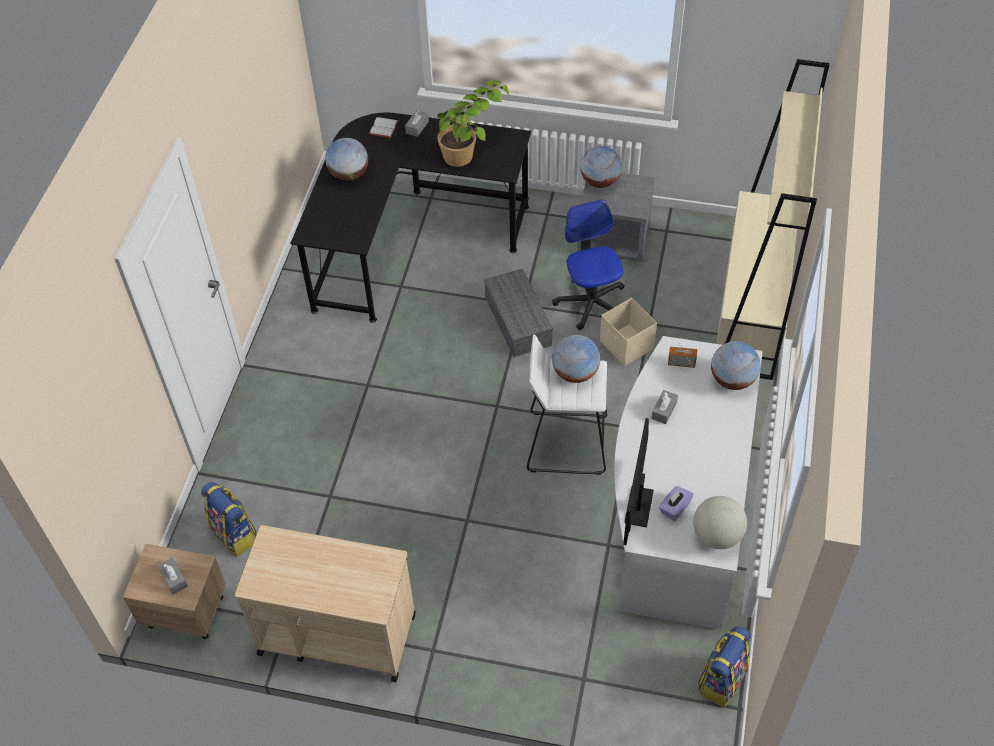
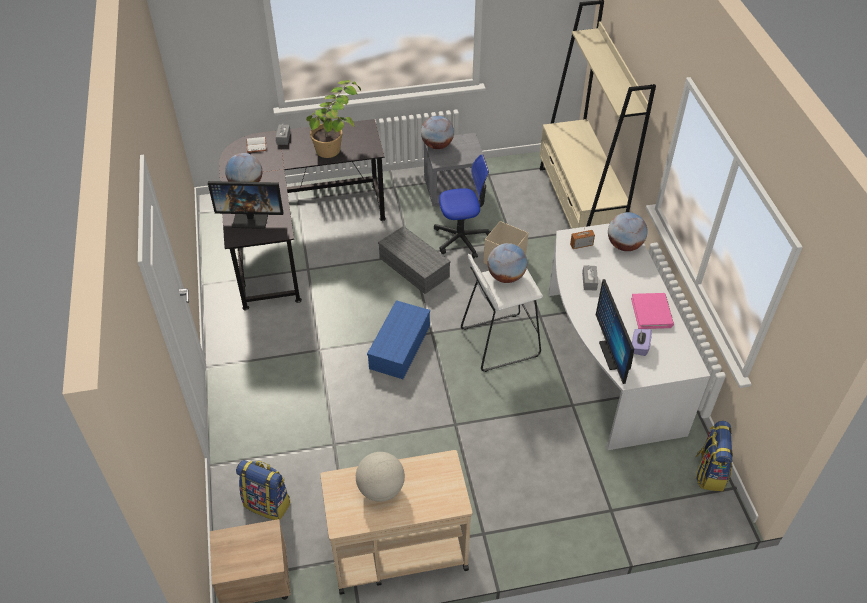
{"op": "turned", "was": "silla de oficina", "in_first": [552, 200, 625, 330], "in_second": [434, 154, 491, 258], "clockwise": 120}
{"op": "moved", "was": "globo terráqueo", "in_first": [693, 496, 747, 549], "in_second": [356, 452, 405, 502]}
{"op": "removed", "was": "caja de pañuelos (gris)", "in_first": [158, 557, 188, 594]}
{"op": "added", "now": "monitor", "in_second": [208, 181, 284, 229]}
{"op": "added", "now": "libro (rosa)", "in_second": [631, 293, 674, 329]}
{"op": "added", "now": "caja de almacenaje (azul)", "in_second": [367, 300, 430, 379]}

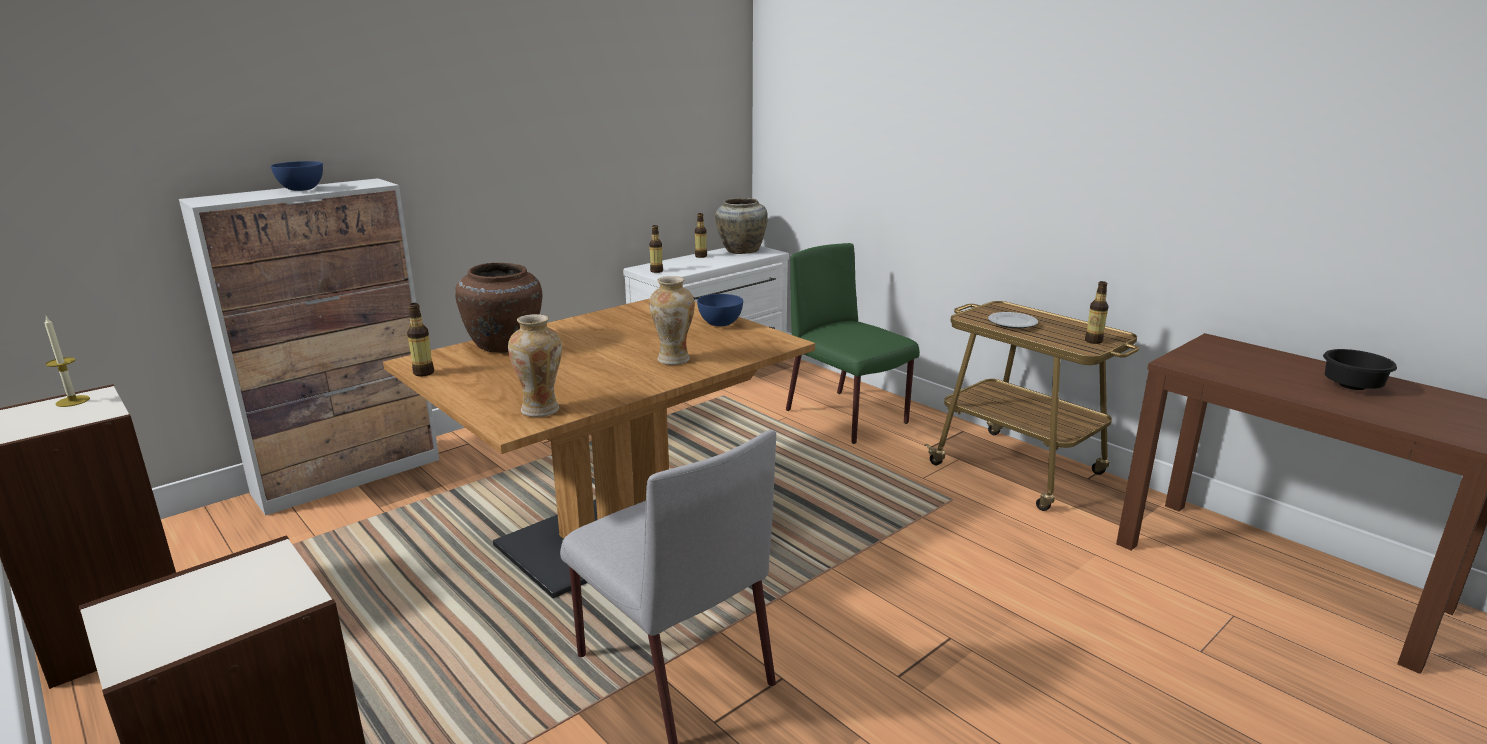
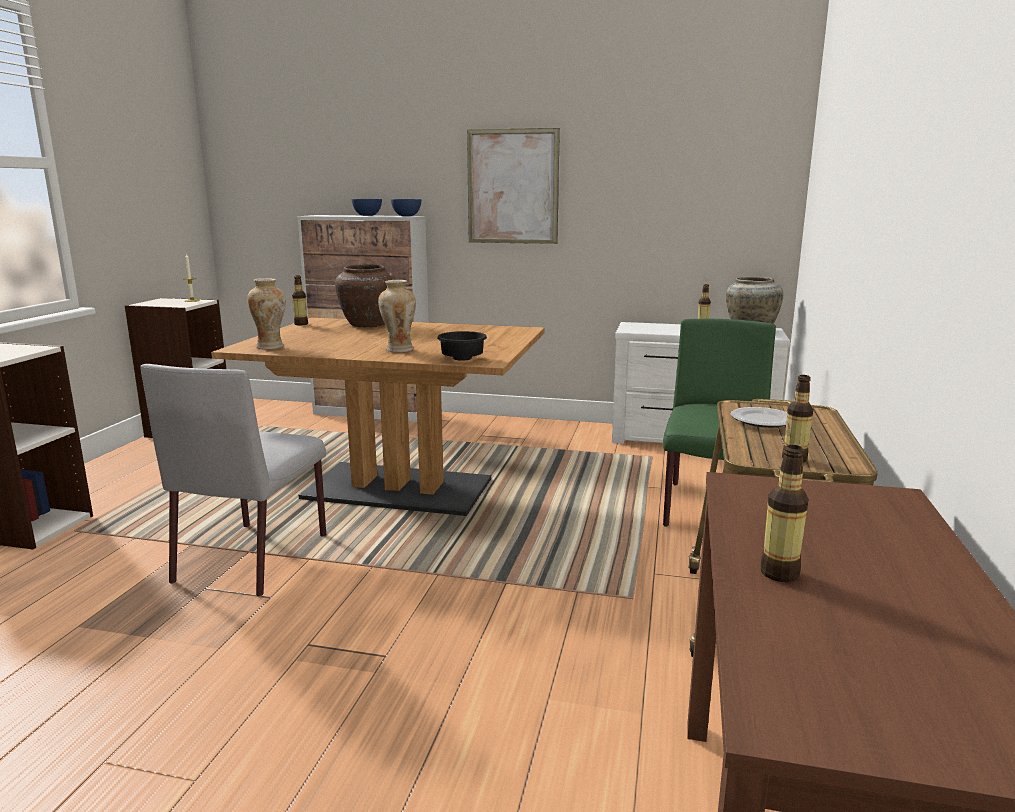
{"op": "moved", "was": "botella", "in_first": [649, 225, 663, 273], "in_second": [760, 445, 809, 582]}
{"op": "moved", "was": "cuenco (azul)", "in_first": [697, 294, 743, 326], "in_second": [391, 199, 421, 216]}
{"op": "moved", "was": "cuenco (negro)", "in_first": [1323, 349, 1397, 390], "in_second": [437, 331, 487, 361]}
{"op": "added", "now": "cuadro", "in_second": [467, 128, 560, 244]}

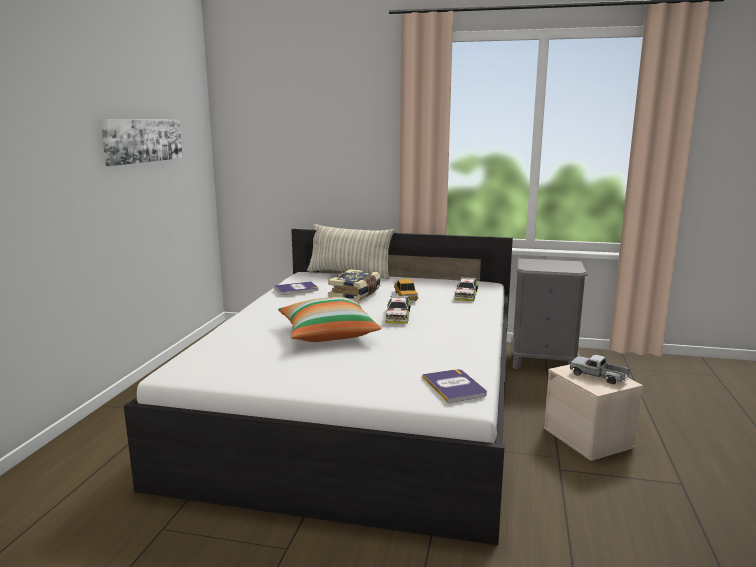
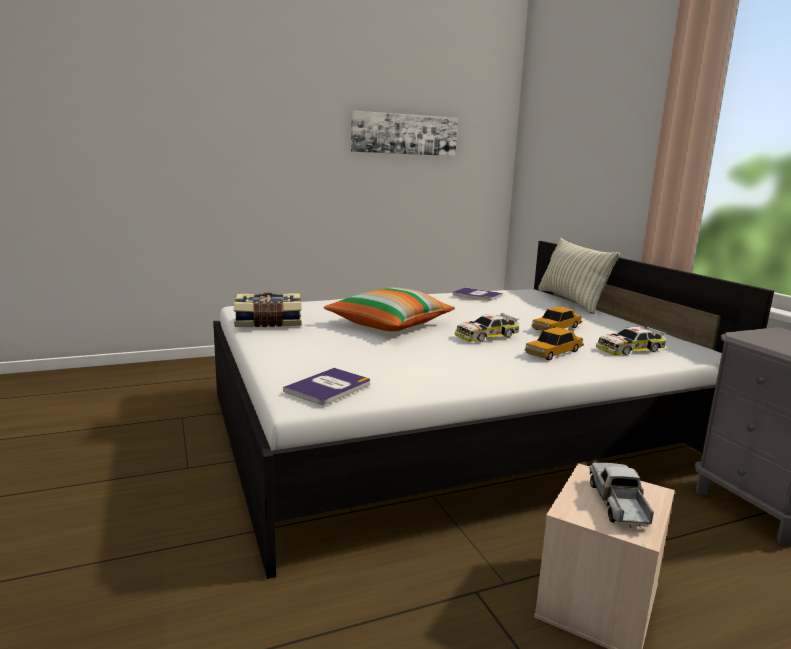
{"op": "moved", "was": "libro", "in_first": [328, 269, 381, 301], "in_second": [234, 292, 302, 327]}
{"op": "added", "now": "coche de juguete", "in_second": [524, 327, 584, 360]}

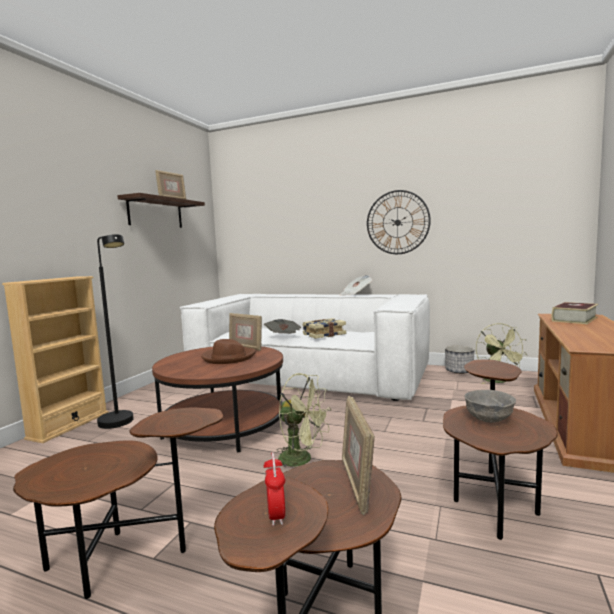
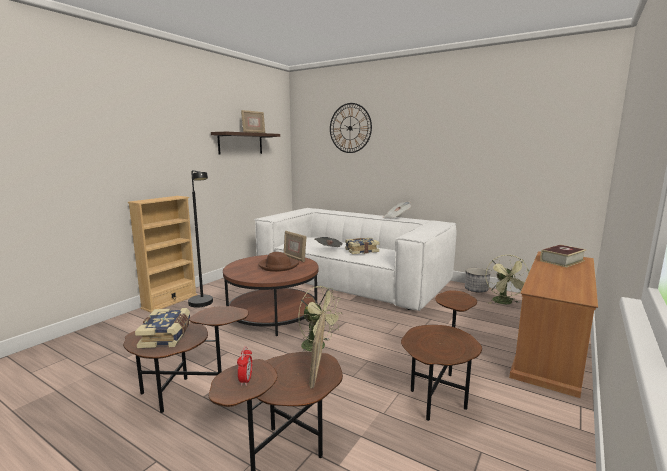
{"op": "moved", "was": "reloj de pared", "in_first": [367, 190, 431, 254], "in_second": [330, 103, 372, 153]}
{"op": "removed", "was": "cuenco (gris)", "in_first": [464, 390, 516, 423]}
{"op": "added", "now": "libro", "in_second": [135, 308, 190, 349]}

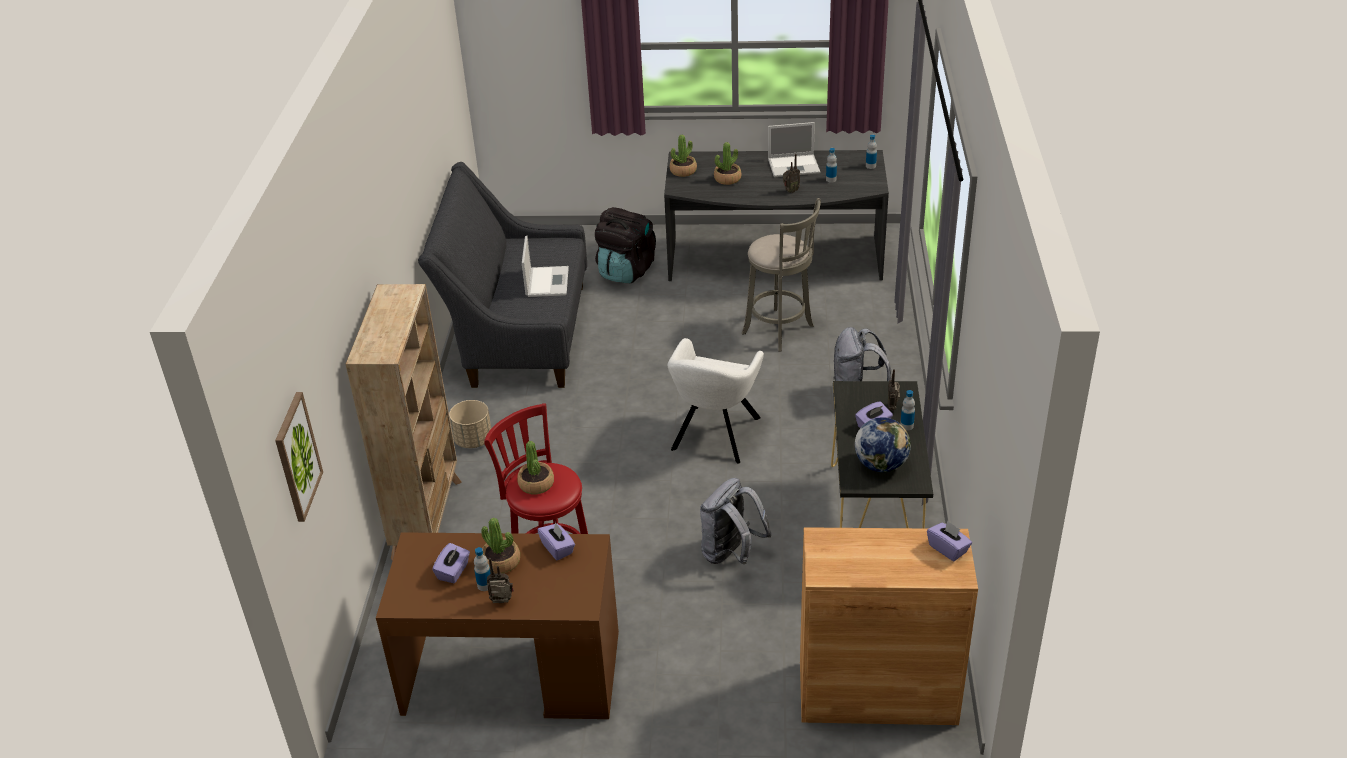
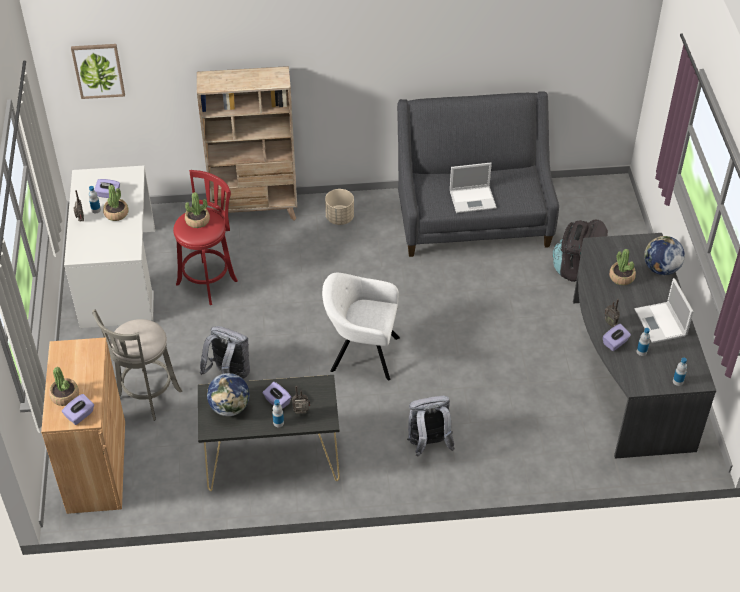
{"op": "moved", "was": "planta en maceta", "in_first": [670, 135, 697, 177], "in_second": [49, 367, 79, 406]}
{"op": "moved", "was": "taburete (gris)", "in_first": [742, 198, 821, 352], "in_second": [92, 309, 182, 421]}
{"op": "moved", "was": "caja de pañuelos (morado)", "in_first": [538, 522, 575, 561], "in_second": [603, 324, 631, 351]}
{"op": "recoloured", "was": "escritorio (marrón)", "now": "escritorio (blanco)", "in_first": [376, 532, 619, 719], "in_second": [64, 166, 155, 328]}
{"op": "added", "now": "globo terráqueo", "in_second": [644, 236, 685, 275]}

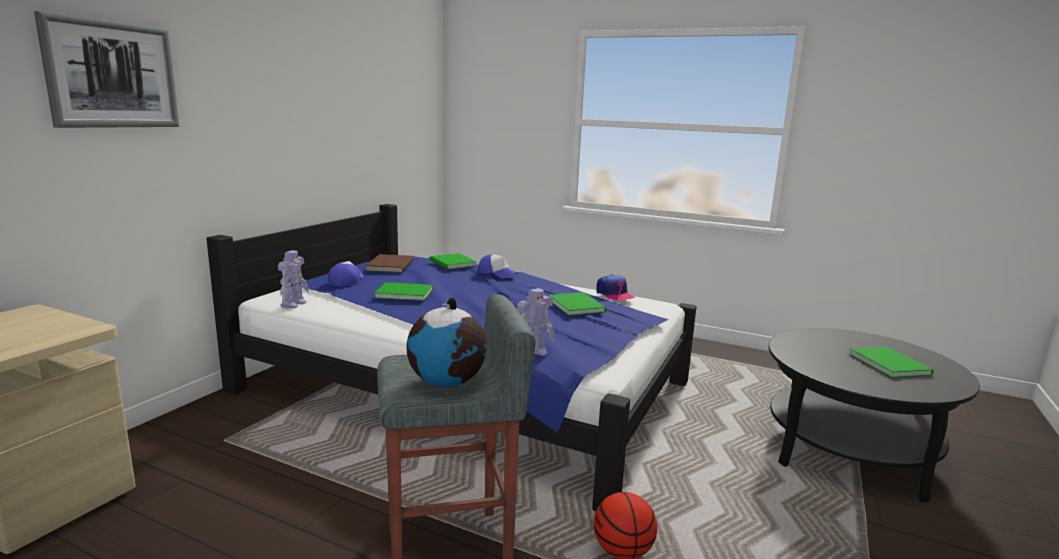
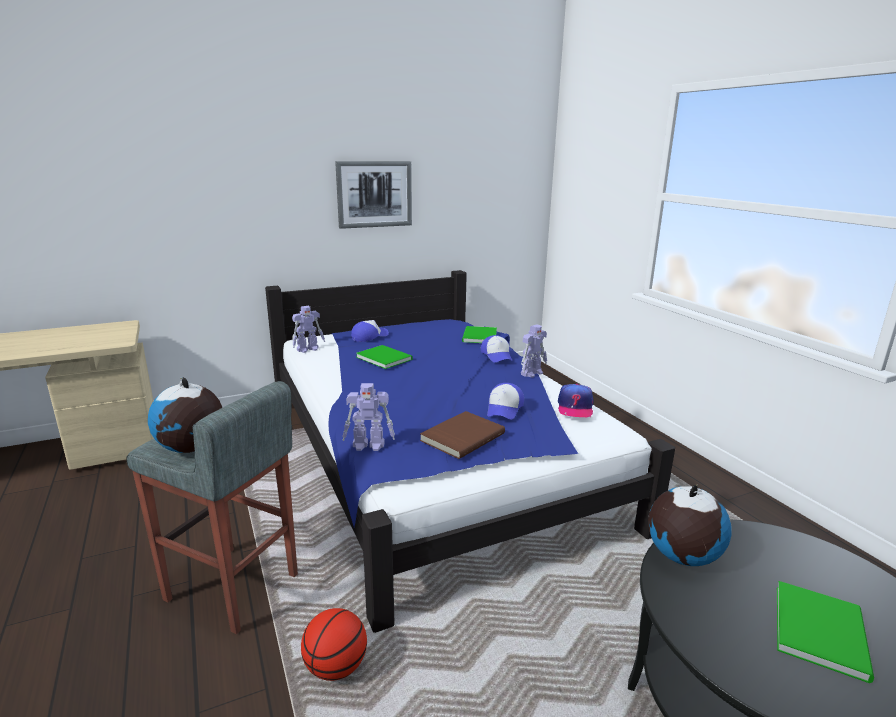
{"op": "moved", "was": "cuadro", "in_first": [34, 11, 180, 128], "in_second": [335, 161, 412, 229]}
{"op": "moved", "was": "libro (marrón)", "in_first": [366, 254, 414, 273], "in_second": [420, 411, 505, 459]}
{"op": "replaced", "was": "libro (verde)", "now": "gorra", "in_first": [549, 292, 607, 316], "in_second": [487, 383, 524, 419]}
{"op": "added", "now": "robot de juguete", "in_second": [521, 324, 547, 378]}
{"op": "added", "now": "globo terráqueo", "in_second": [648, 485, 732, 566]}

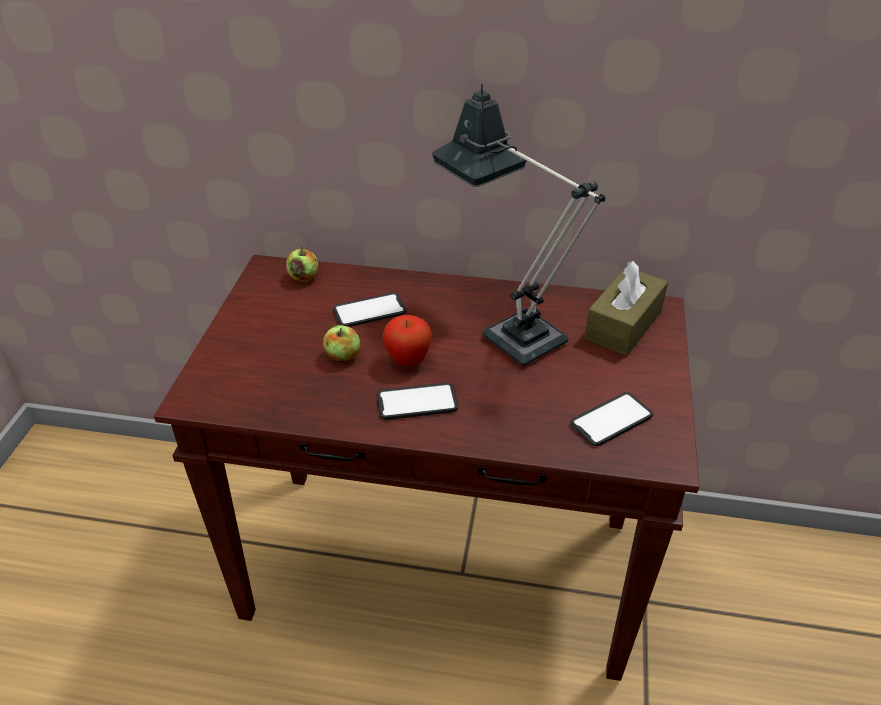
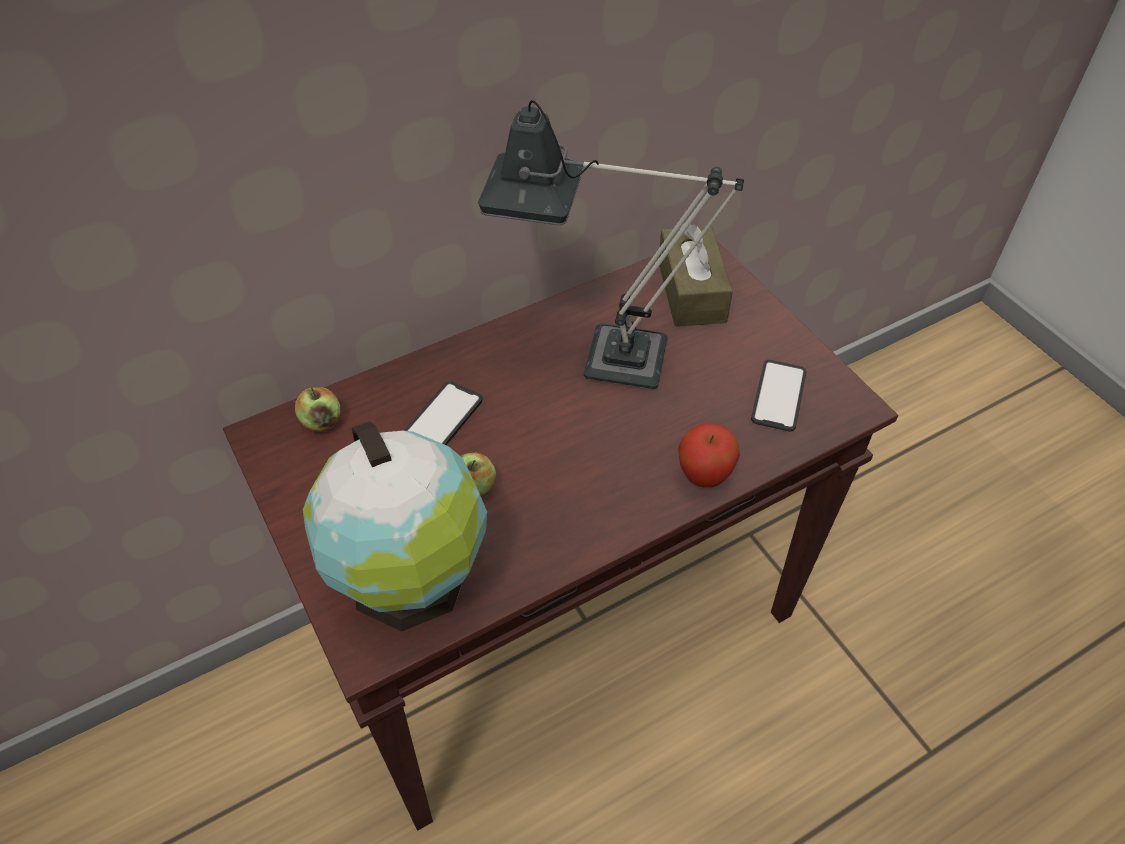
{"op": "moved", "was": "manzana", "in_first": [383, 315, 432, 367], "in_second": [678, 423, 740, 488]}
{"op": "removed", "was": "móvil", "in_first": [377, 383, 459, 420]}
{"op": "added", "now": "globo terráqueo", "in_second": [303, 421, 487, 632]}

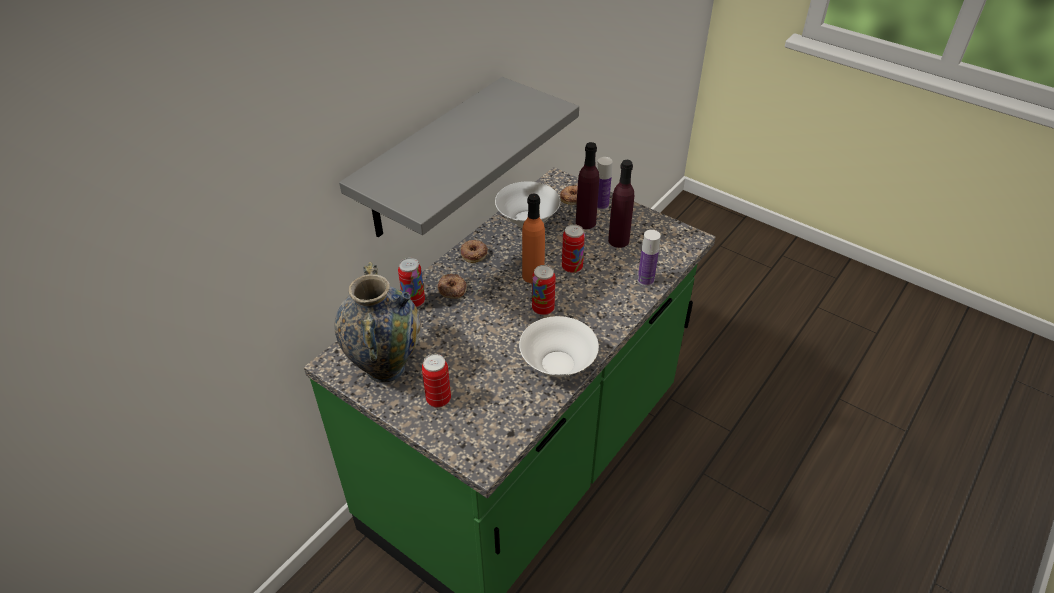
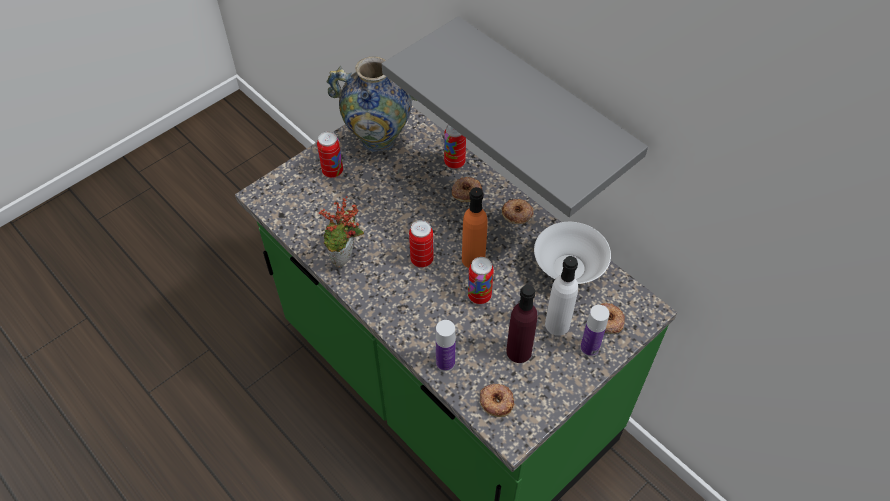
{"op": "recoloured", "was": "botella (morado)", "now": "botella (blanco)", "in_first": [576, 142, 599, 229], "in_second": [545, 256, 578, 336]}
{"op": "replaced", "was": "cuenco (blanco)", "now": "planta en maceta", "in_first": [519, 316, 599, 377], "in_second": [318, 196, 364, 268]}
{"op": "added", "now": "rosquilla", "in_second": [480, 384, 514, 417]}

